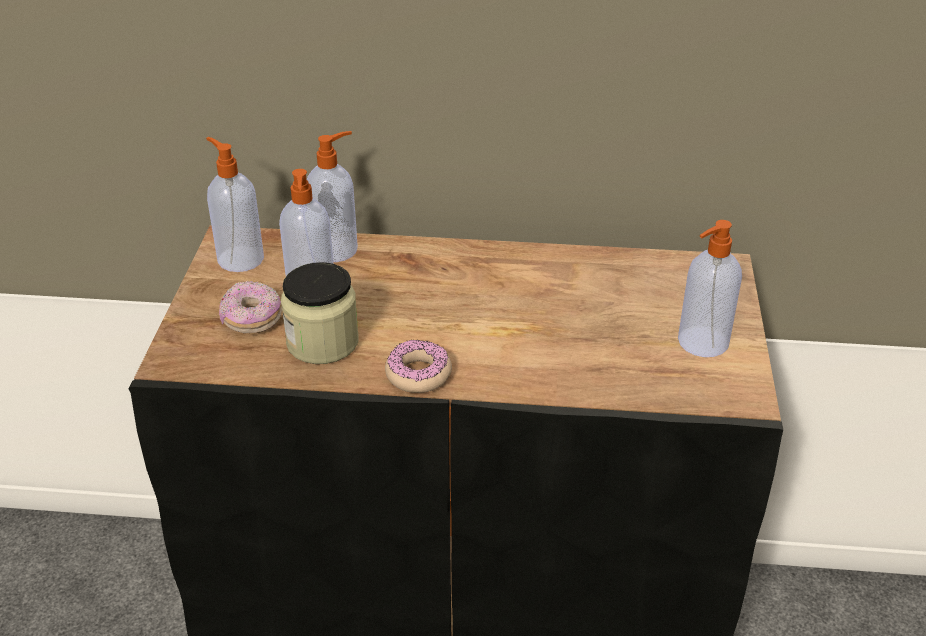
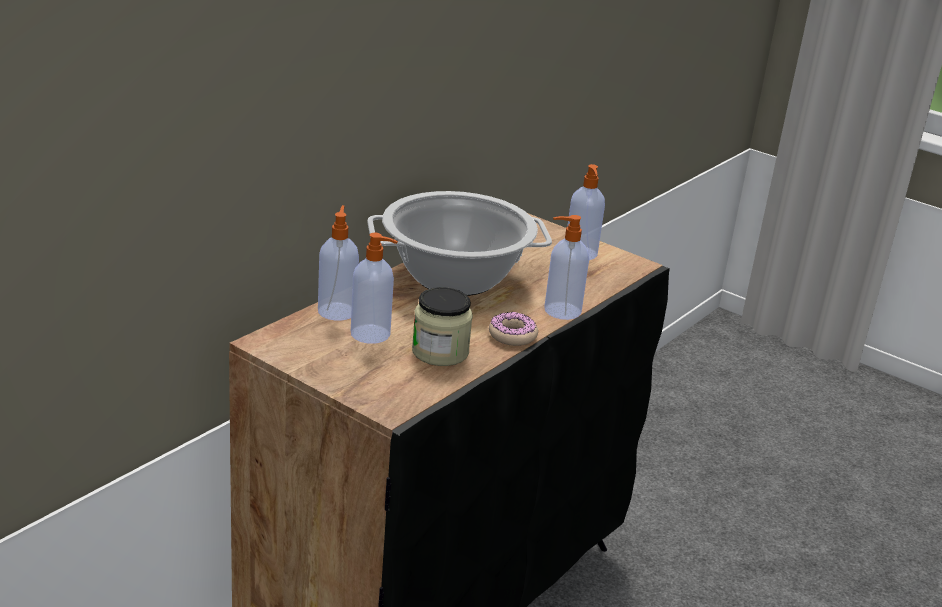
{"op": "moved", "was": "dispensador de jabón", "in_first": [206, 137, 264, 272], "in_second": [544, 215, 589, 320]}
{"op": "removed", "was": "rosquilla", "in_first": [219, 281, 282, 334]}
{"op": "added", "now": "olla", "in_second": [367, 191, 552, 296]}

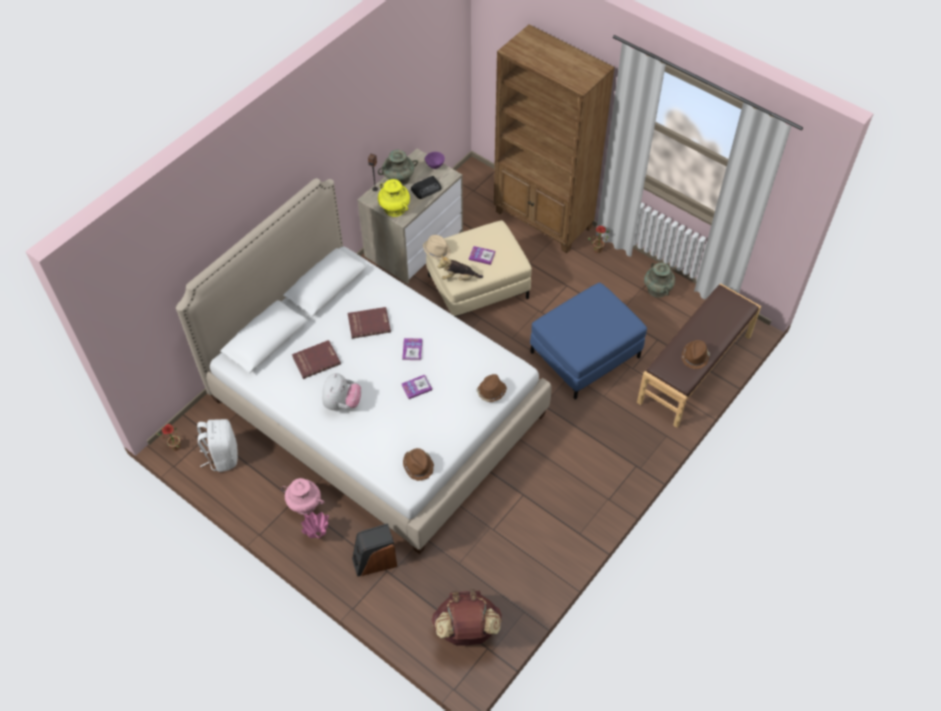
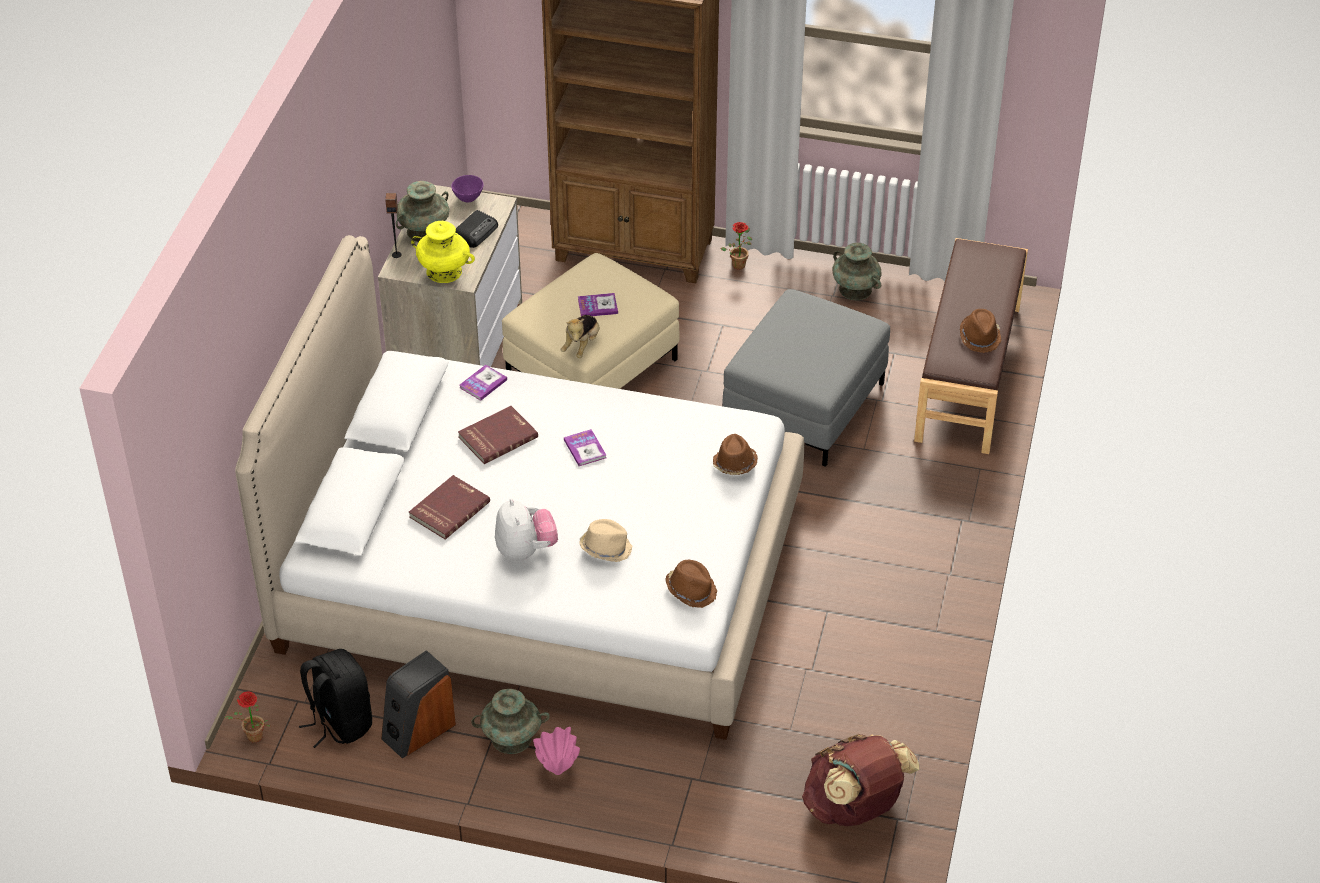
{"op": "moved", "was": "sombrero (beis)", "in_first": [423, 235, 451, 260], "in_second": [579, 519, 633, 562]}
{"op": "turned", "was": "peluche", "in_first": [437, 255, 483, 280], "in_second": [561, 315, 600, 358], "clockwise": -45}
{"op": "recoloured", "was": "puf (azul)", "now": "puf (gris)", "in_first": [530, 282, 647, 399], "in_second": [722, 289, 890, 467]}
{"op": "moved", "was": "libro", "in_first": [401, 374, 432, 399], "in_second": [460, 364, 507, 401]}
{"op": "recoloured", "was": "mochila (blanco)", "now": "mochila (negro)", "in_first": [197, 419, 238, 472], "in_second": [299, 649, 372, 748]}
{"op": "recoloured", "was": "florero (rosa)", "now": "florero (turquesa)", "in_first": [281, 478, 325, 515], "in_second": [471, 689, 550, 754]}
{"op": "moved", "was": "altavoz", "in_first": [352, 523, 397, 577], "in_second": [381, 650, 456, 759]}

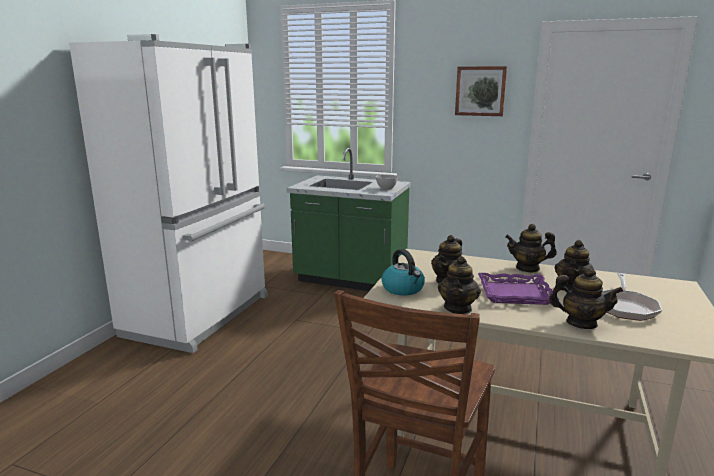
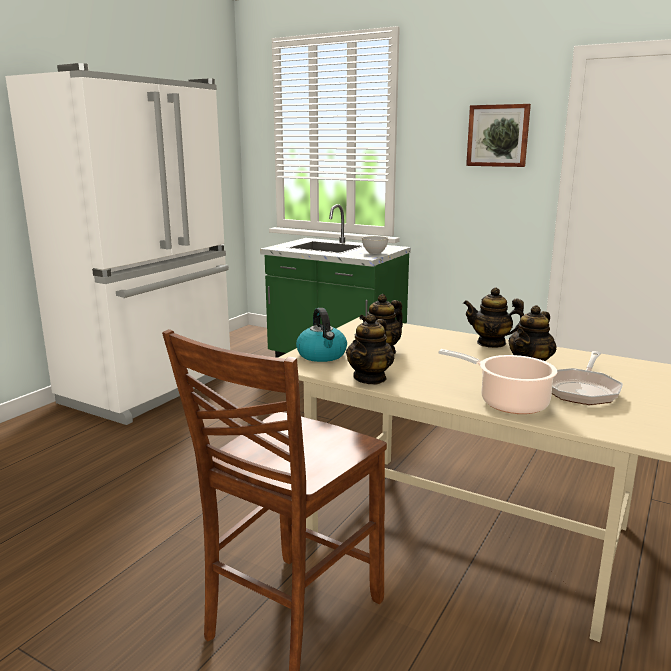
{"op": "replaced", "was": "tetera", "now": "olla", "in_first": [549, 268, 623, 329], "in_second": [438, 349, 557, 414]}
{"op": "removed", "was": "bandeja (morado)", "in_first": [478, 273, 559, 305]}

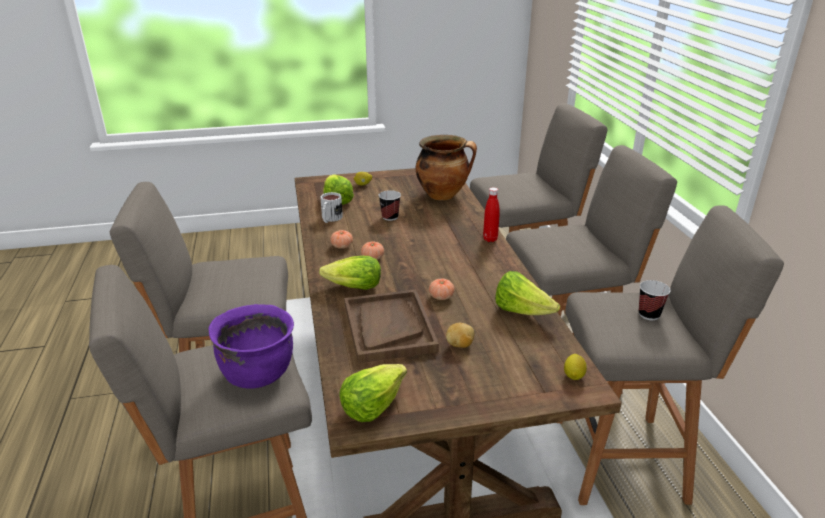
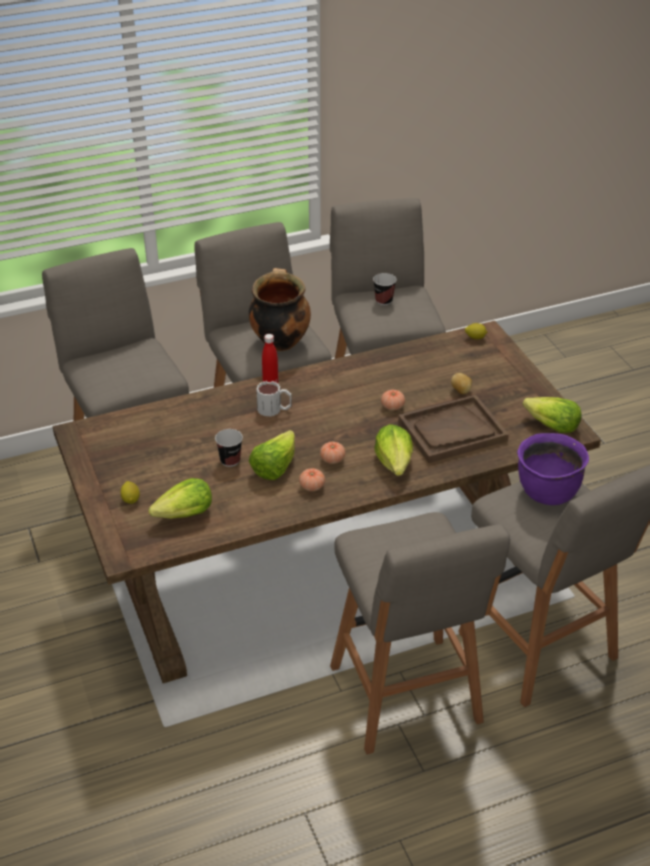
{"op": "moved", "was": "olla", "in_first": [416, 135, 477, 200], "in_second": [249, 268, 311, 351]}
{"op": "moved", "was": "taza grande", "in_first": [320, 192, 343, 223], "in_second": [257, 381, 292, 417]}
{"op": "moved", "was": "lechuga", "in_first": [495, 271, 560, 315], "in_second": [249, 430, 295, 480]}

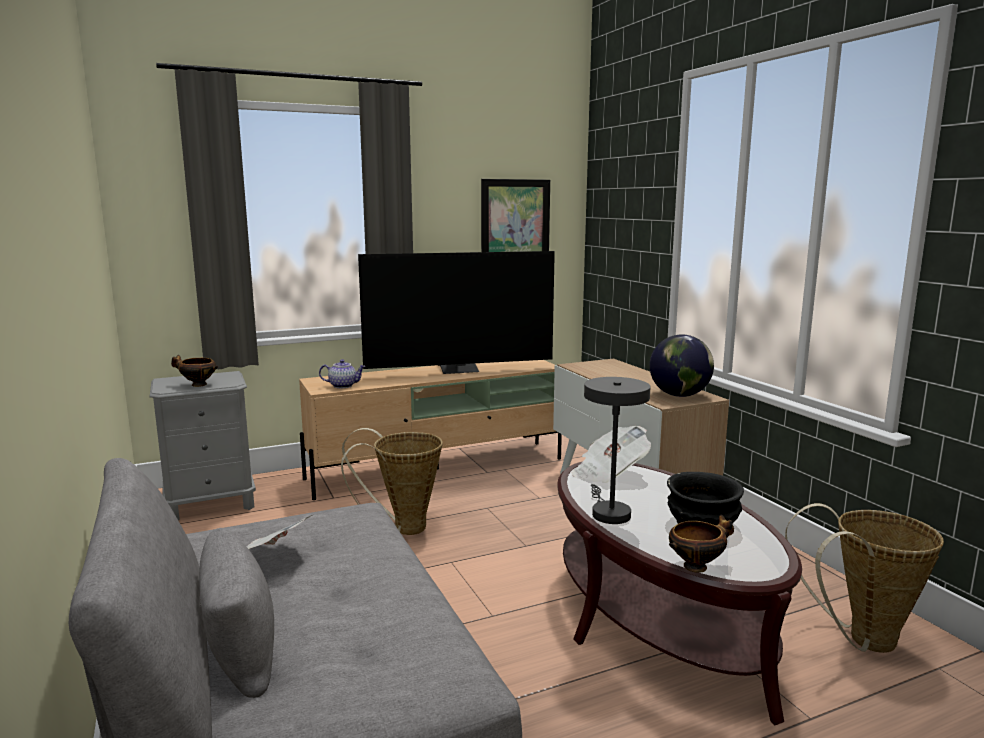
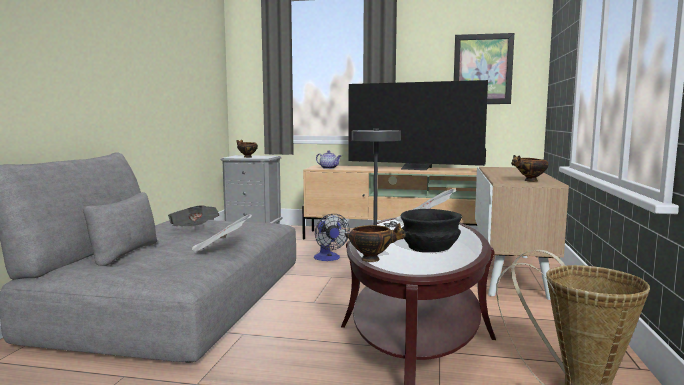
{"op": "replaced", "was": "globo terráqueo", "now": "cuenco", "in_first": [650, 335, 714, 397], "in_second": [511, 155, 549, 181]}
{"op": "replaced", "was": "cesta", "now": "ventilador", "in_first": [341, 428, 443, 535], "in_second": [314, 214, 350, 261]}
{"op": "added", "now": "periódico", "in_second": [192, 214, 252, 252]}

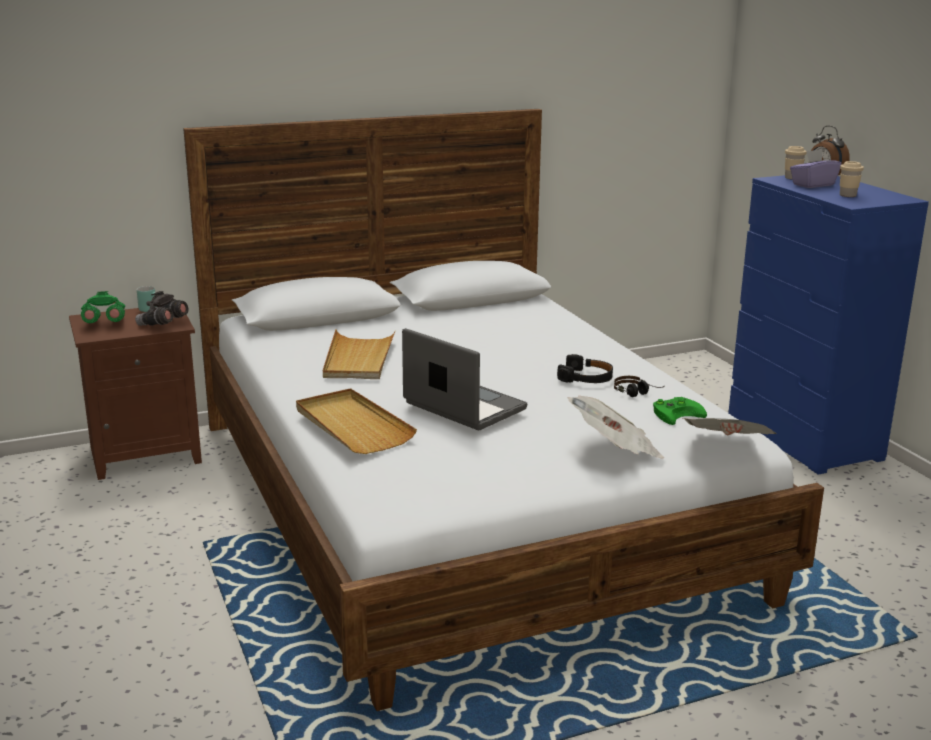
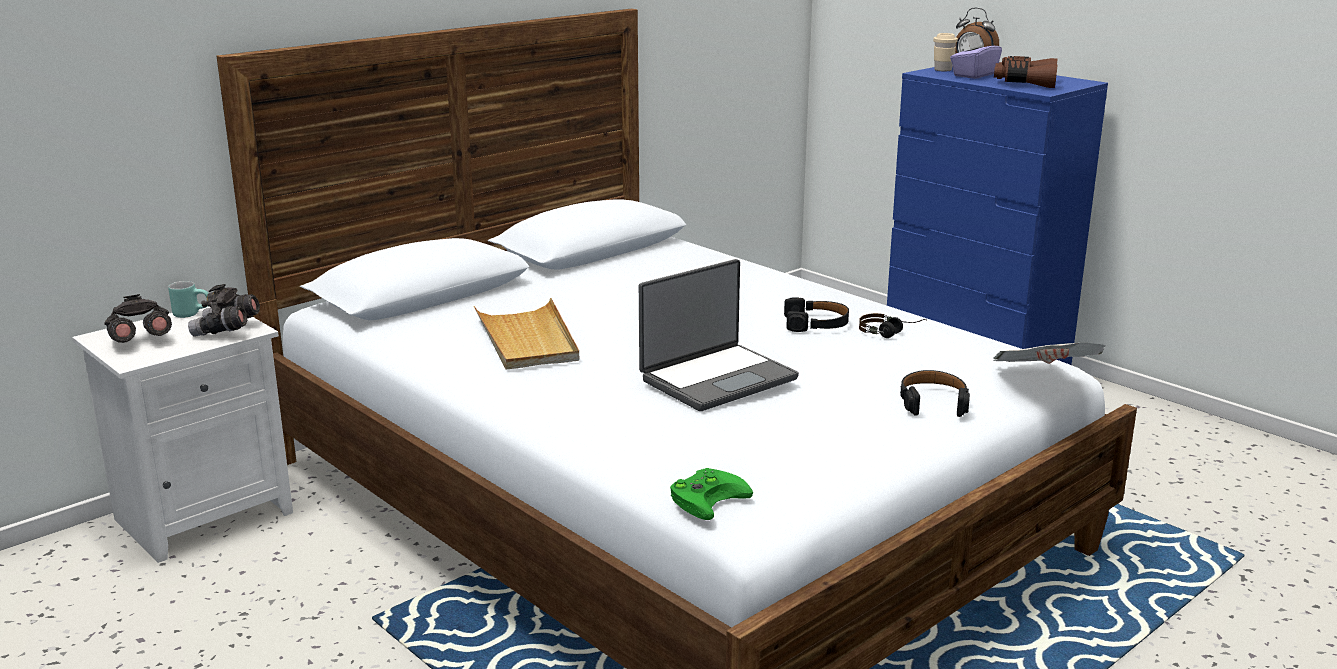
{"op": "replaced", "was": "taza (beis)", "now": "prismáticos (marrón)", "in_first": [840, 161, 864, 197], "in_second": [994, 56, 1058, 88]}
{"op": "recoloured", "was": "prismáticos (verde)", "now": "prismáticos (gris)", "in_first": [81, 291, 125, 323], "in_second": [104, 294, 172, 343]}
{"op": "recoloured", "was": "mesita de noche (marrón)", "now": "mesita de noche (blanco)", "in_first": [69, 308, 202, 480], "in_second": [72, 306, 293, 563]}
{"op": "turned", "was": "portátil", "in_first": [402, 328, 527, 430], "in_second": [639, 259, 799, 411], "clockwise": 120}
{"op": "removed", "was": "bandeja (beis)", "in_first": [296, 388, 417, 454]}
{"op": "replaced", "was": "periódico", "now": "auriculares (negro)", "in_first": [568, 396, 665, 458], "in_second": [900, 370, 970, 417]}
{"op": "moved", "was": "mando de consola (verde)", "in_first": [653, 397, 707, 425], "in_second": [670, 468, 753, 520]}

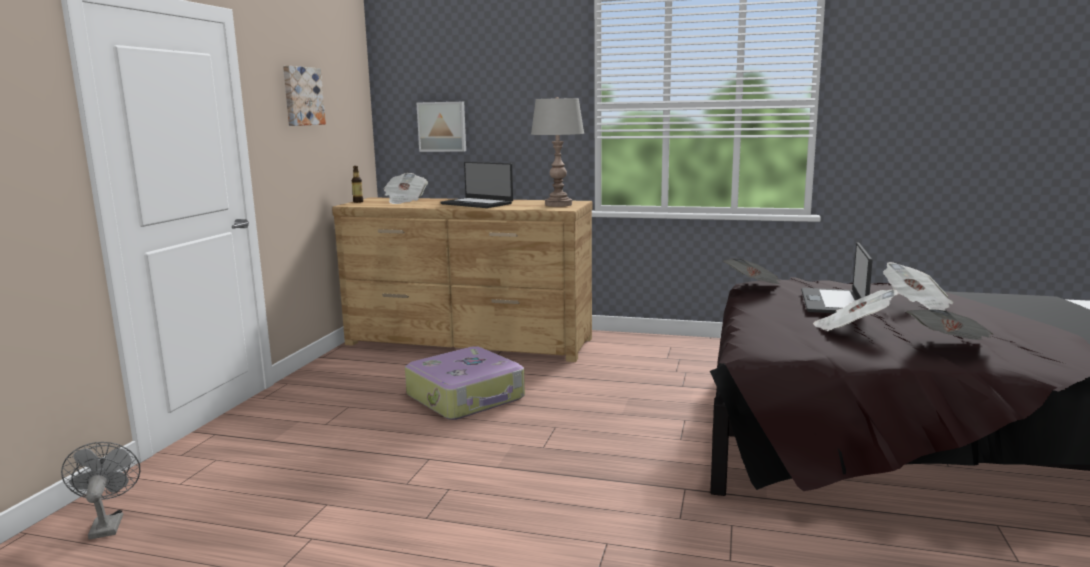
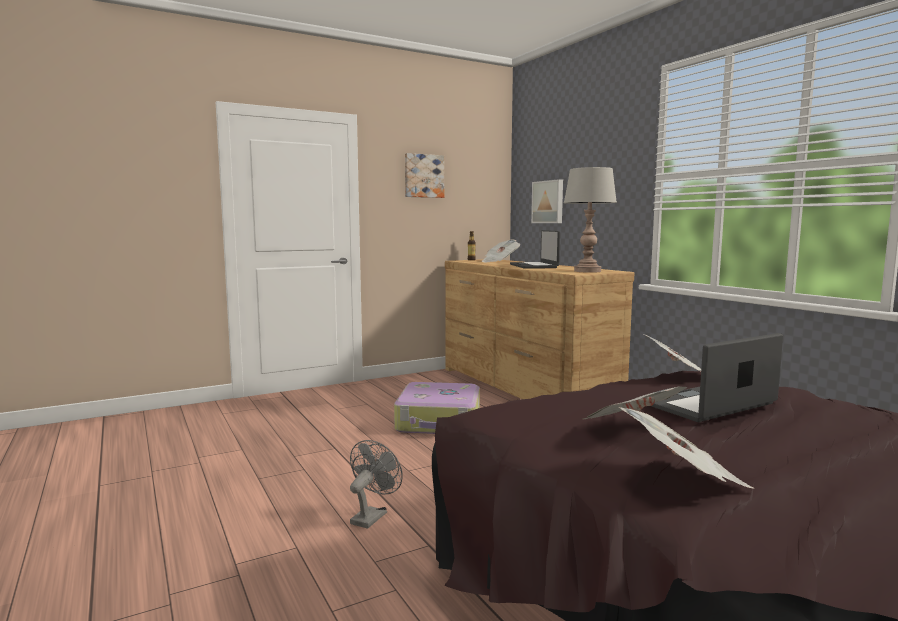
{"op": "removed", "was": "periódico", "in_first": [883, 262, 953, 311]}
{"op": "moved", "was": "ventilador (gris)", "in_first": [61, 442, 140, 540], "in_second": [350, 440, 403, 529]}

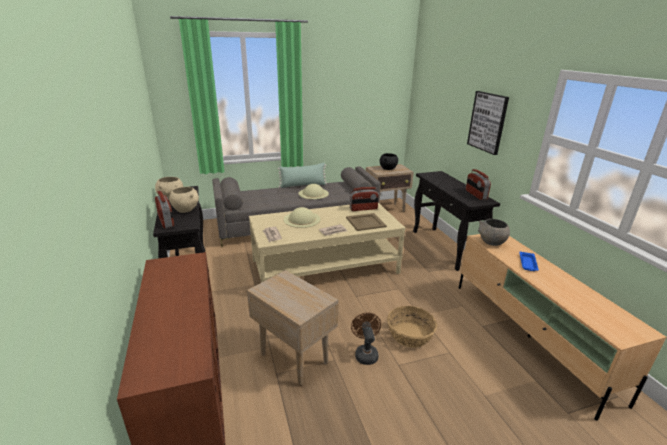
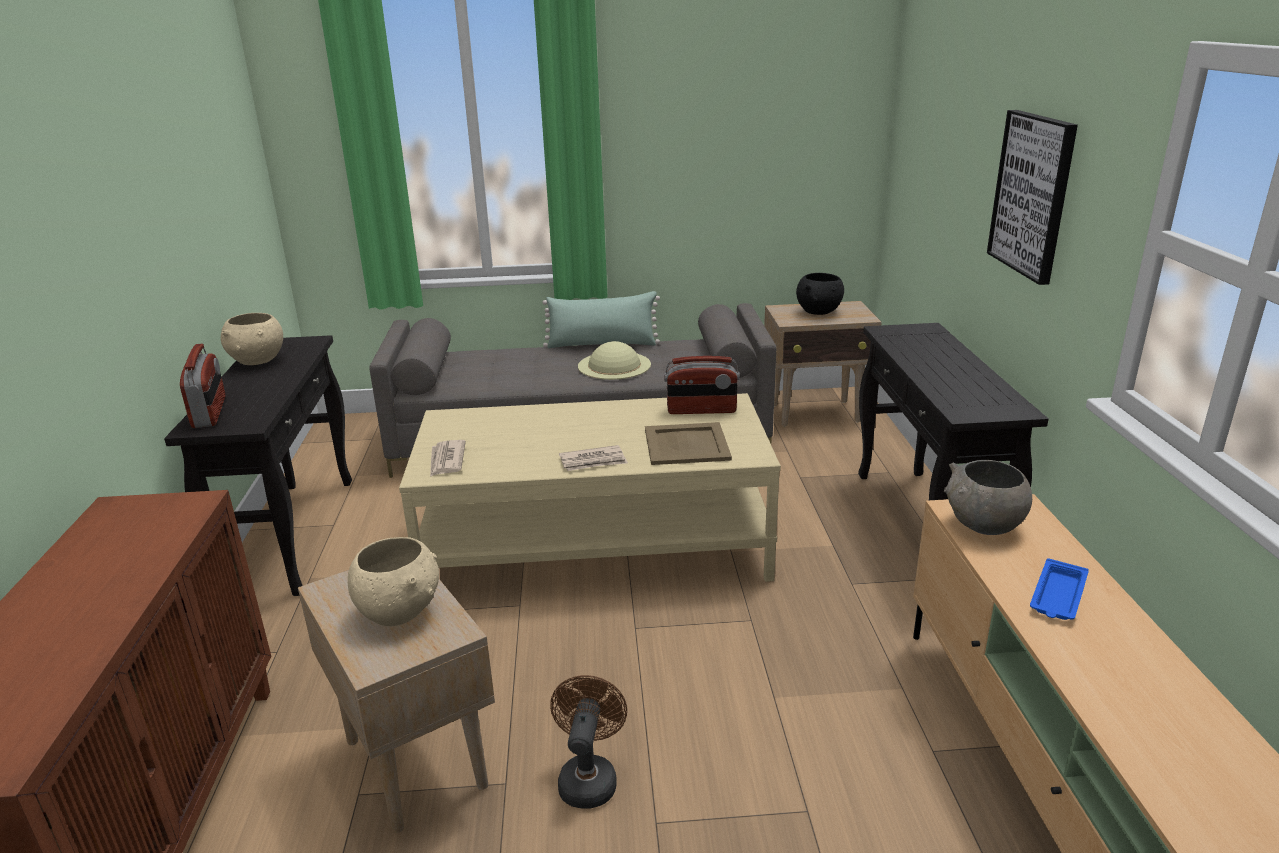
{"op": "removed", "was": "radio", "in_first": [466, 169, 491, 200]}
{"op": "moved", "was": "cuenco (beis)", "in_first": [169, 187, 199, 213], "in_second": [348, 537, 439, 626]}
{"op": "removed", "was": "sombrero (beis)", "in_first": [283, 207, 321, 228]}
{"op": "removed", "was": "cesta", "in_first": [387, 306, 437, 348]}

